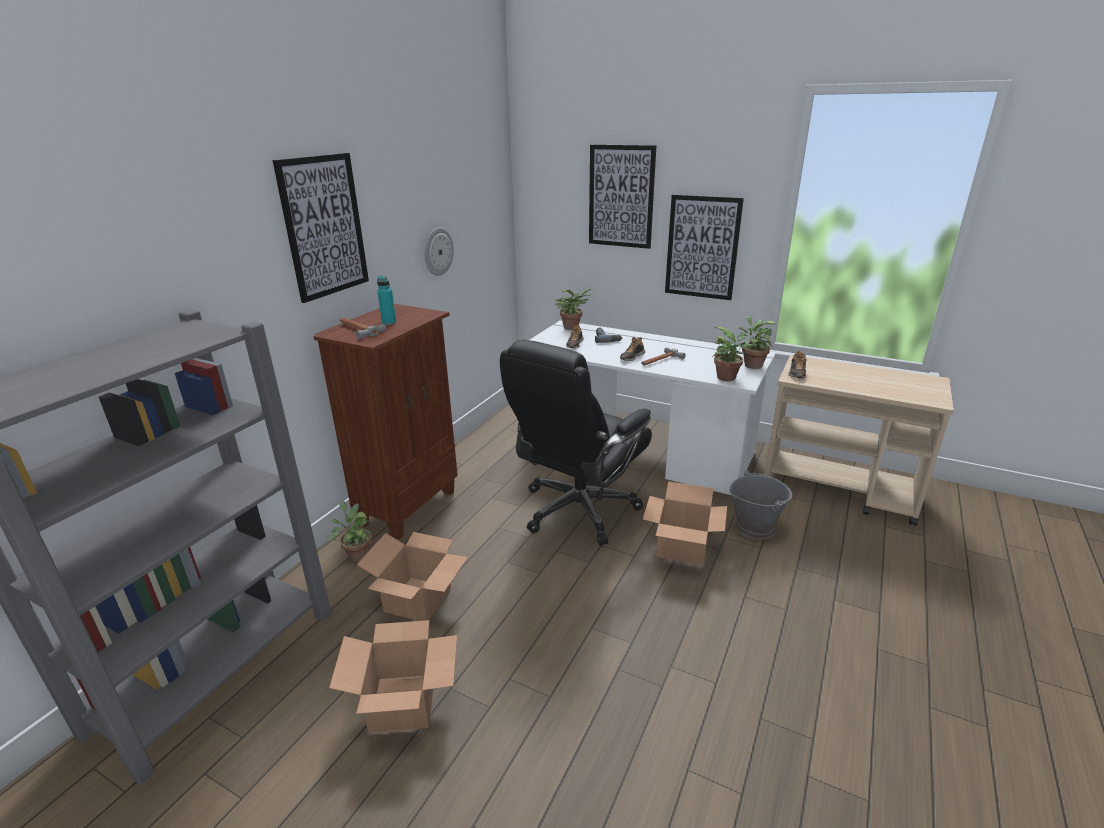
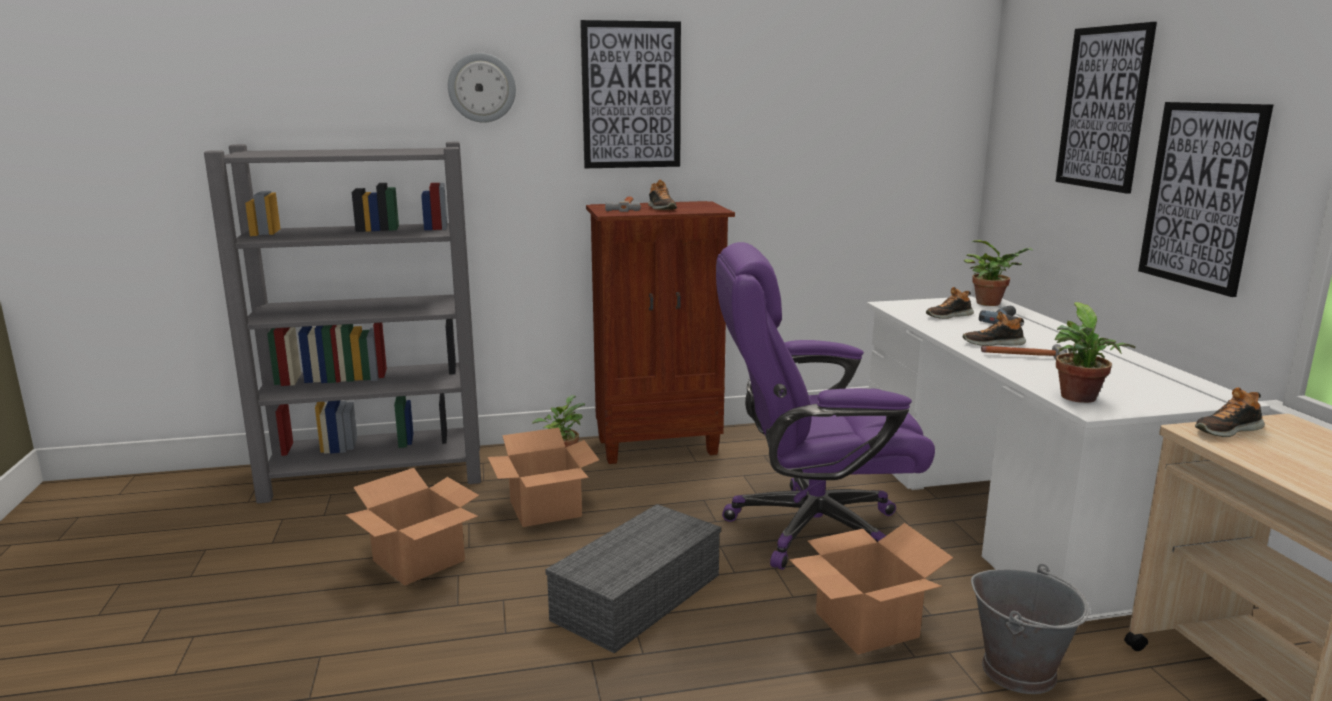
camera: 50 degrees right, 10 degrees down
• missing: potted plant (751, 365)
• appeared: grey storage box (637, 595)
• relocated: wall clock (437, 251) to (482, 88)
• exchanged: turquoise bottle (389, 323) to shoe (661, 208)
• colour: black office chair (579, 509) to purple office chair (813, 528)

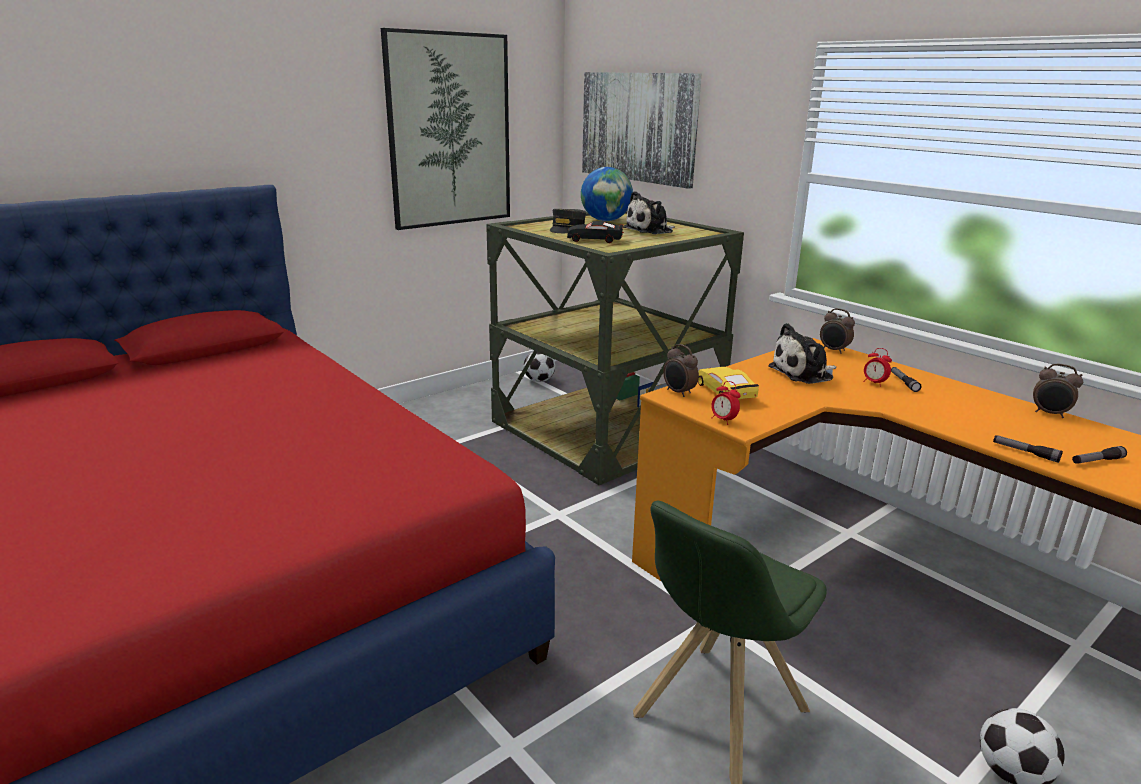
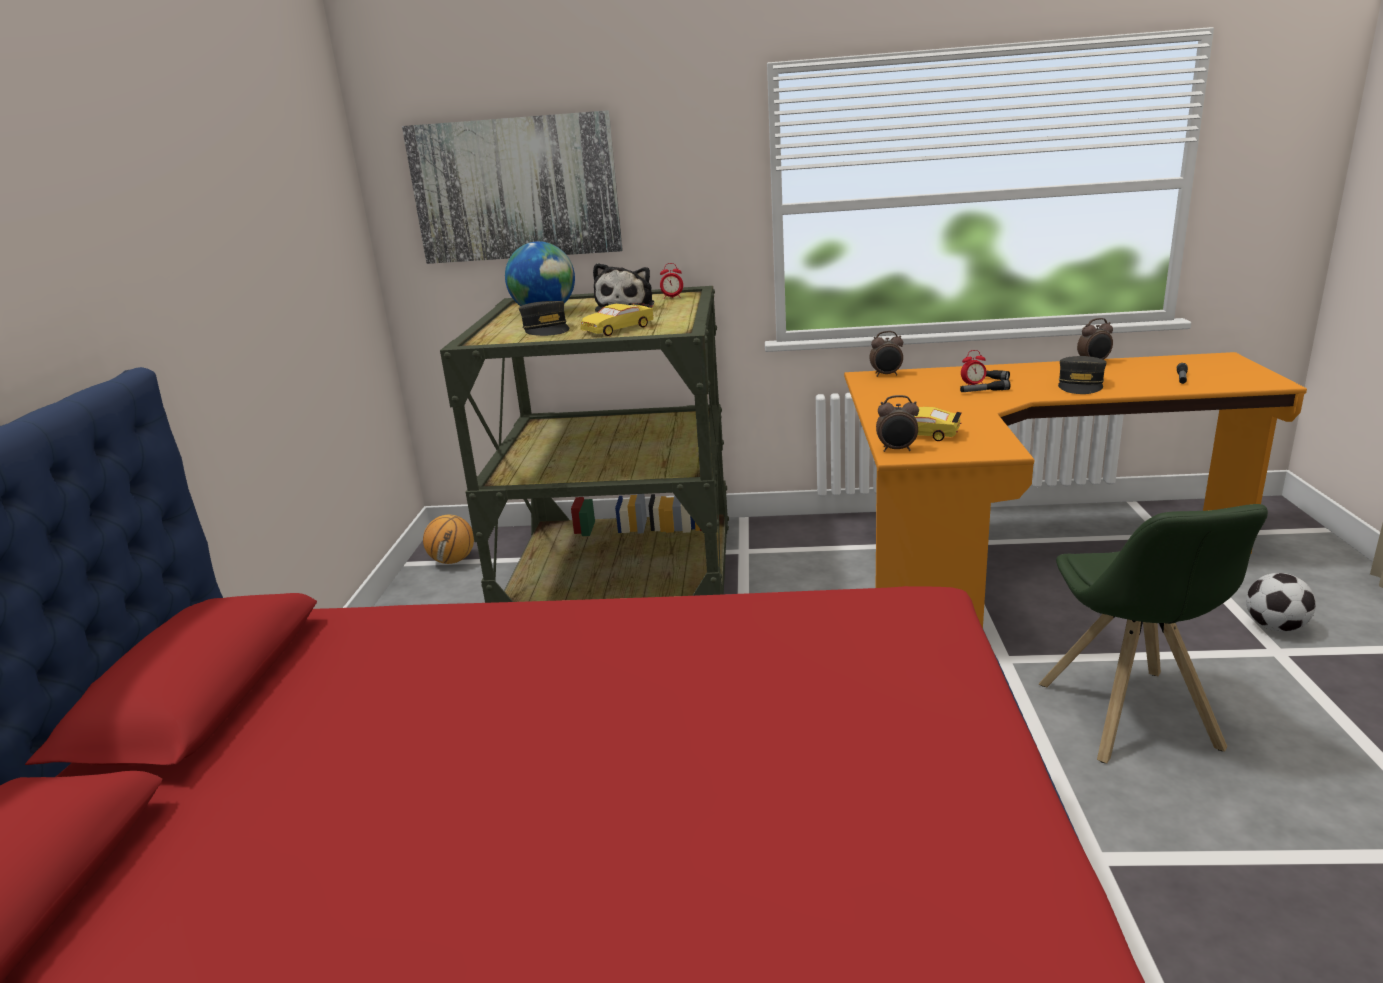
camera: 45 degrees left, 0 degrees up
• missing: picture (450, 131)
• missing: plush toy (804, 373)
• appeared: grey cap (1080, 385)
• relocated: alarm clock (723, 420) to (672, 297)
• relocated: flashlight (1025, 452) to (984, 391)
• exchanged: football (539, 380) to basketball (453, 561)
• colour: black toy car (595, 240) to yellow toy car (618, 329)

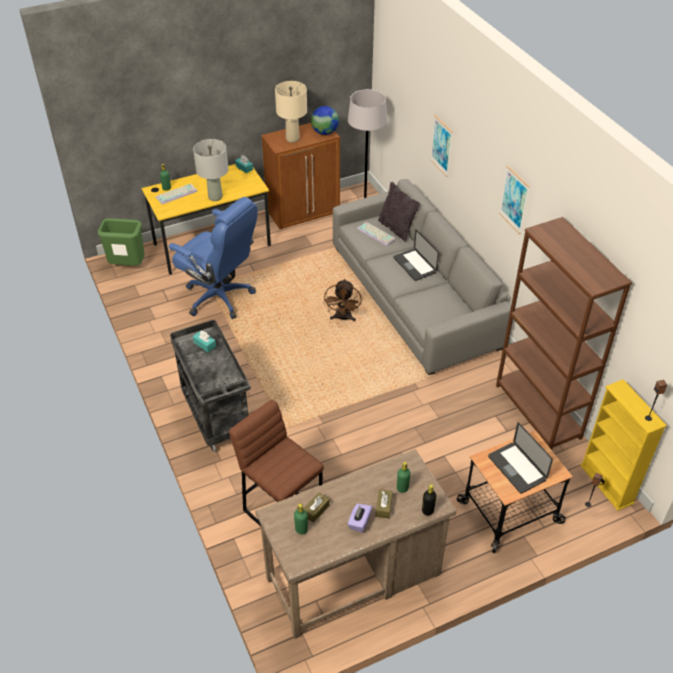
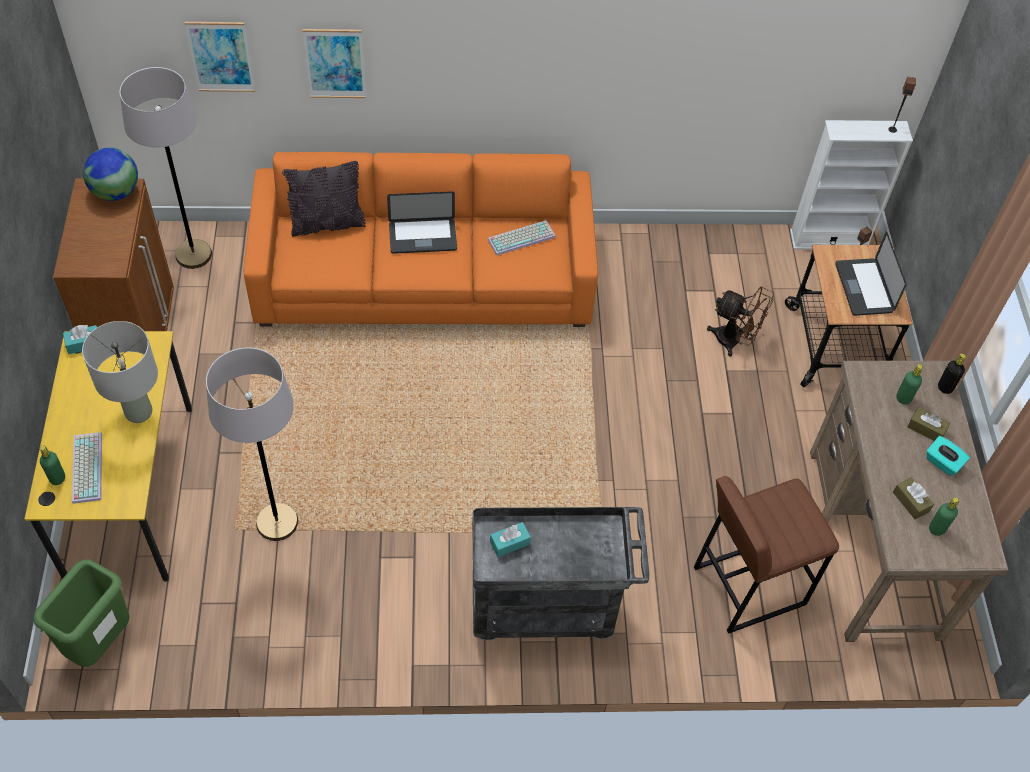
camera: 70 degrees left, 10 degrees up
• missing: beige table lamp (292, 139)
• missing: brown bookcase (538, 411)
• relocated: brown fan (343, 318) to (734, 341)
• relocated: keyboard (377, 234) to (521, 237)
• relocated: picture (514, 200) to (221, 56)
• exchanged: blue office chair (220, 298) to grey floor lamp (277, 522)
• colour: grey sofa (414, 296) to orange sofa (424, 277)
• colour: purple tissue box (359, 522) to turquoise tissue box (942, 463)
• colour: yellow bookcase (607, 484) to white bookcase (828, 239)
• spun: laptop (517, 468) = (863, 288) 90 degrees clockwise

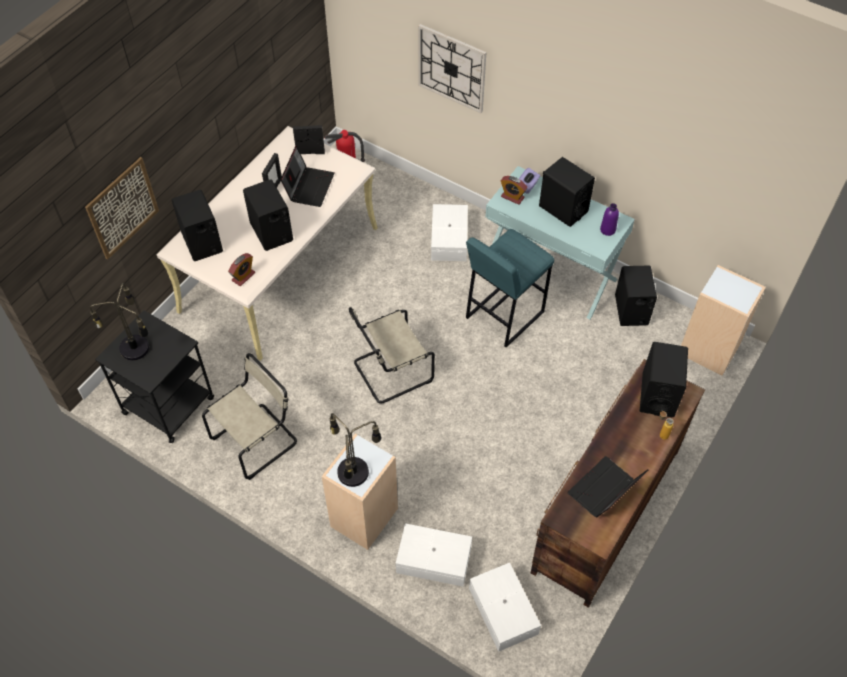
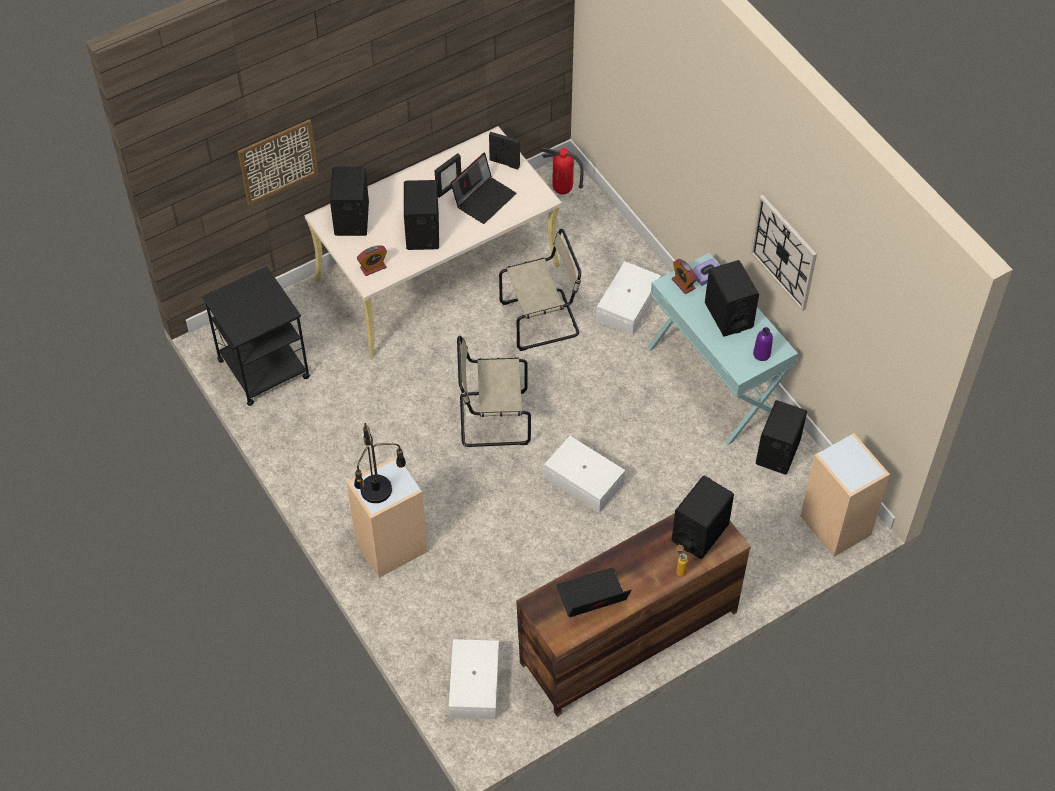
camera: 25 degrees right, 0 degrees up
• missing: table lamp (135, 347)
• missing: turquoise stool (503, 316)
• relocated: beige chair (257, 439) to (543, 319)
• relocated: white storage box (434, 561) to (584, 481)
• relocated: wall clock (451, 68) to (784, 252)

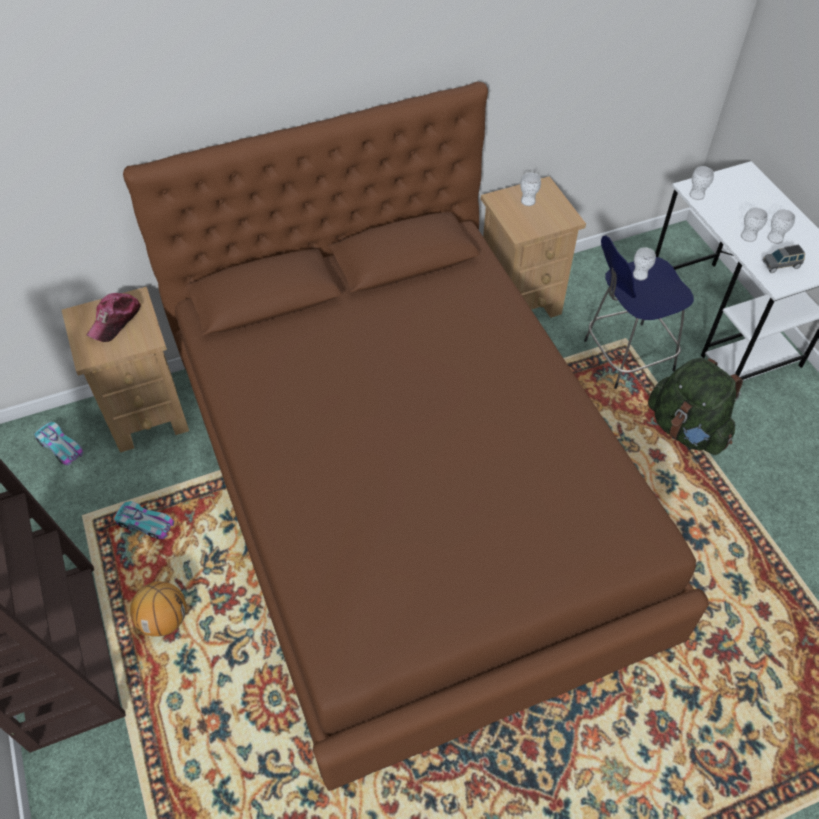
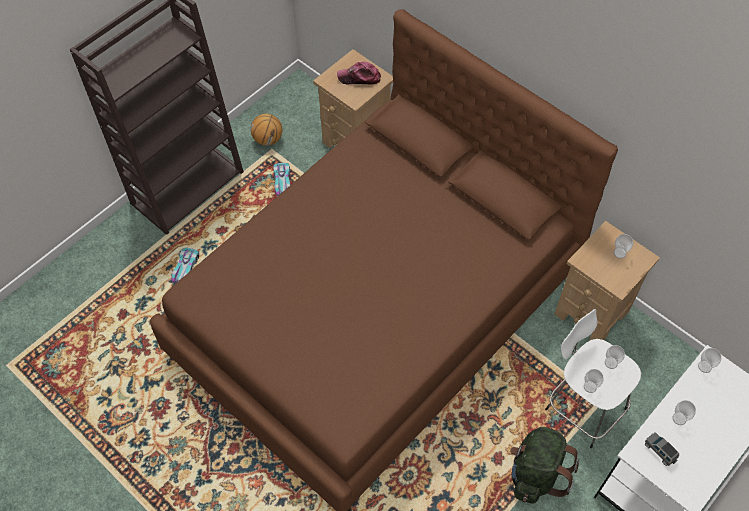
camera: 65 degrees right, 5 degrees up
• relocated: toy car (60, 446) to (185, 268)
• relocated: basketball (164, 619) to (268, 139)
• relocated: cup (775, 238) to (590, 386)
• colour: blue stool (625, 356) to white stool (583, 407)

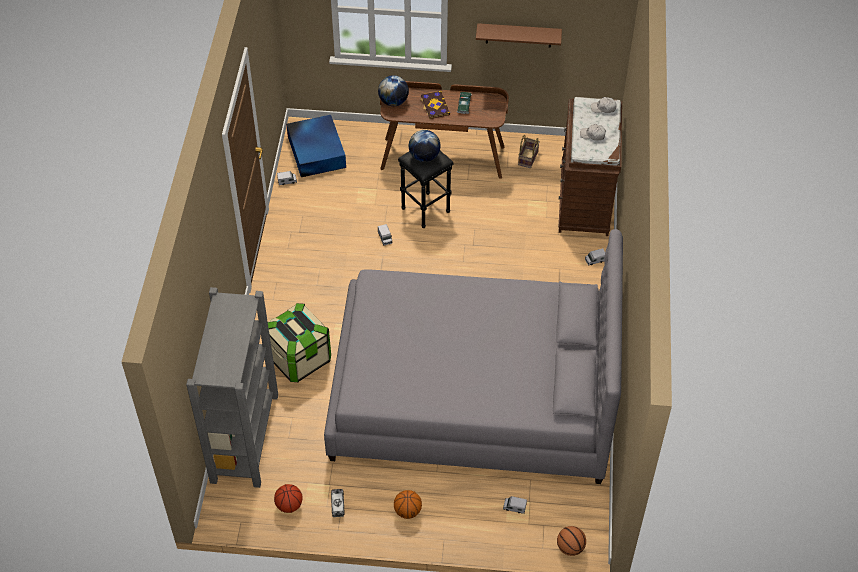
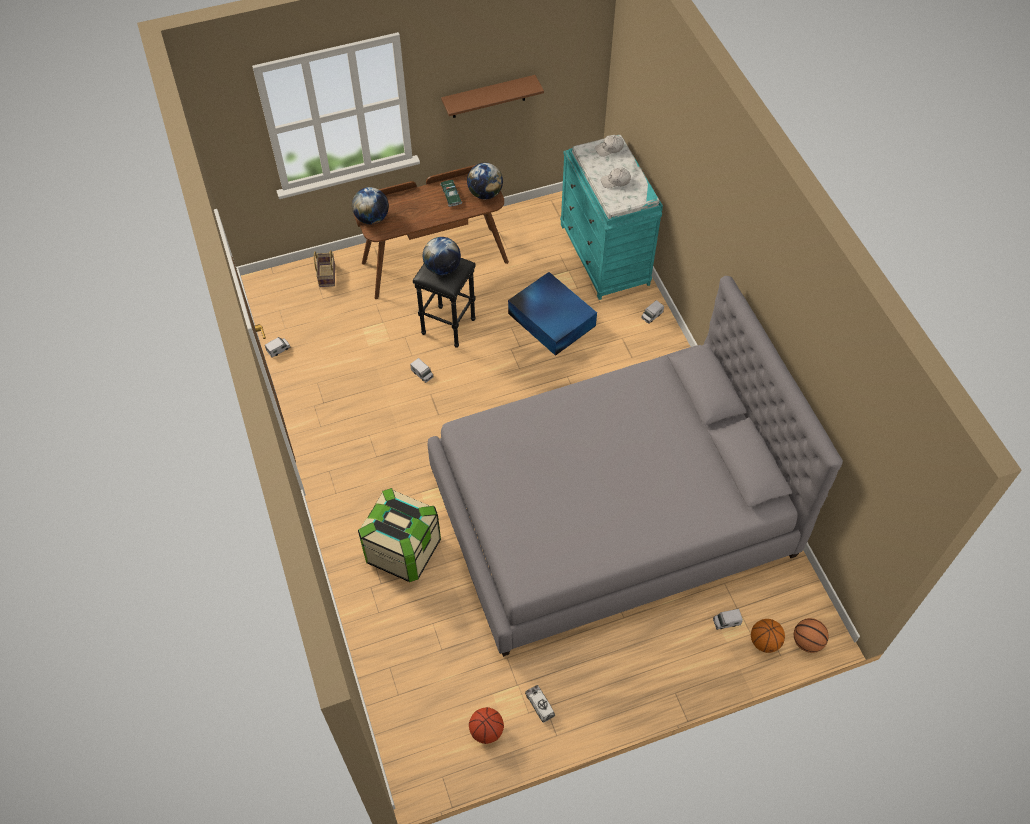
camera: 25 degrees left, 5 degrees up
• missing: grey bookcase (244, 437)
• missing: book (434, 106)
• appeared: globe (485, 193)
• relocated: blue storage box (316, 151) to (551, 318)
• relocated: basketball (407, 511) to (764, 642)
• relocated: basket (527, 157) to (326, 275)
• colour: brown dresser (584, 199) to turquoise dresser (604, 254)

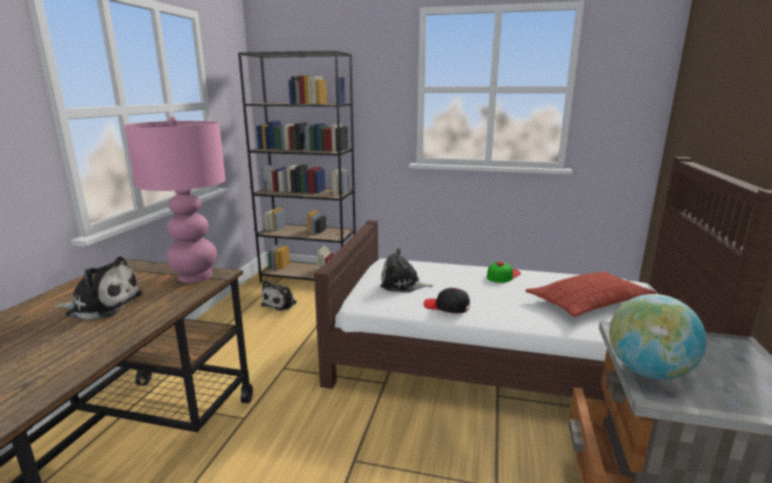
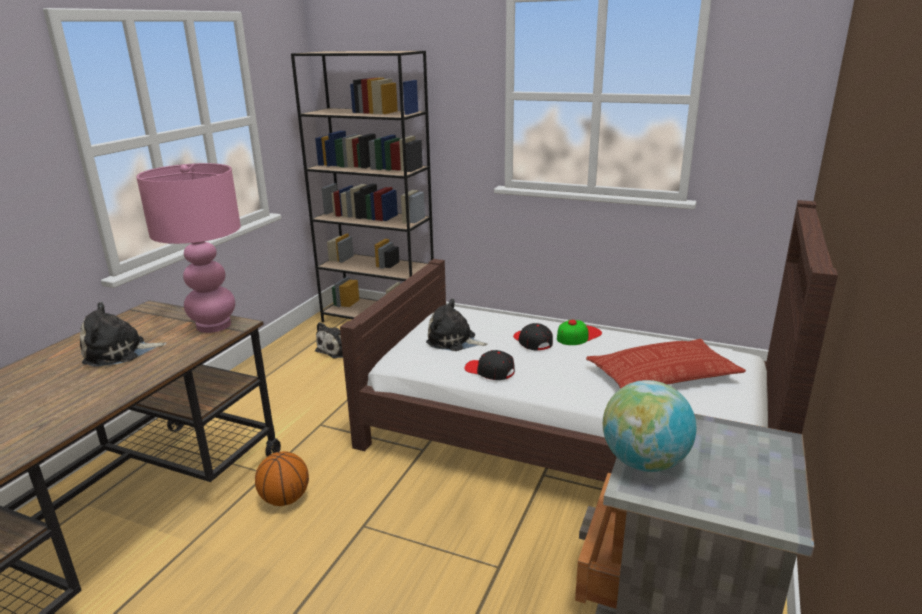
camera: 10 degrees right, 5 degrees up
• appeared: basketball (285, 499)
• appeared: black cap (532, 342)
• spun: plush toy (102, 305) = (119, 352) 150 degrees clockwise

